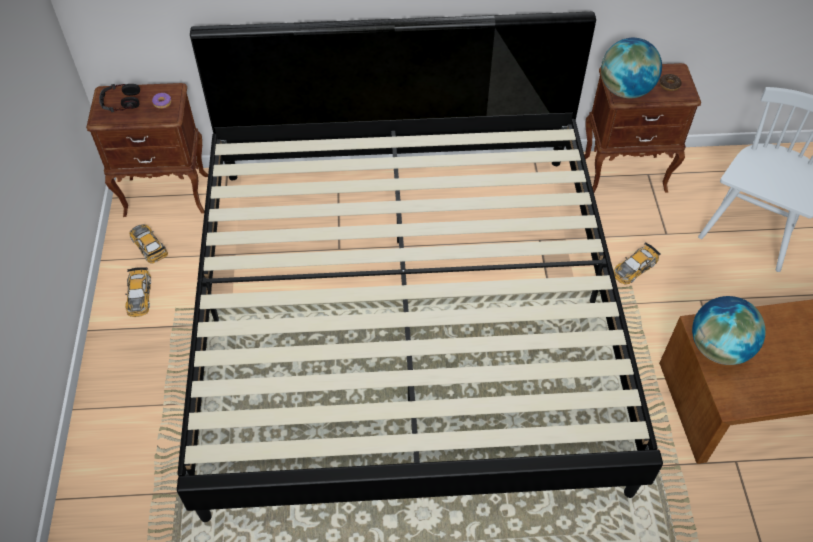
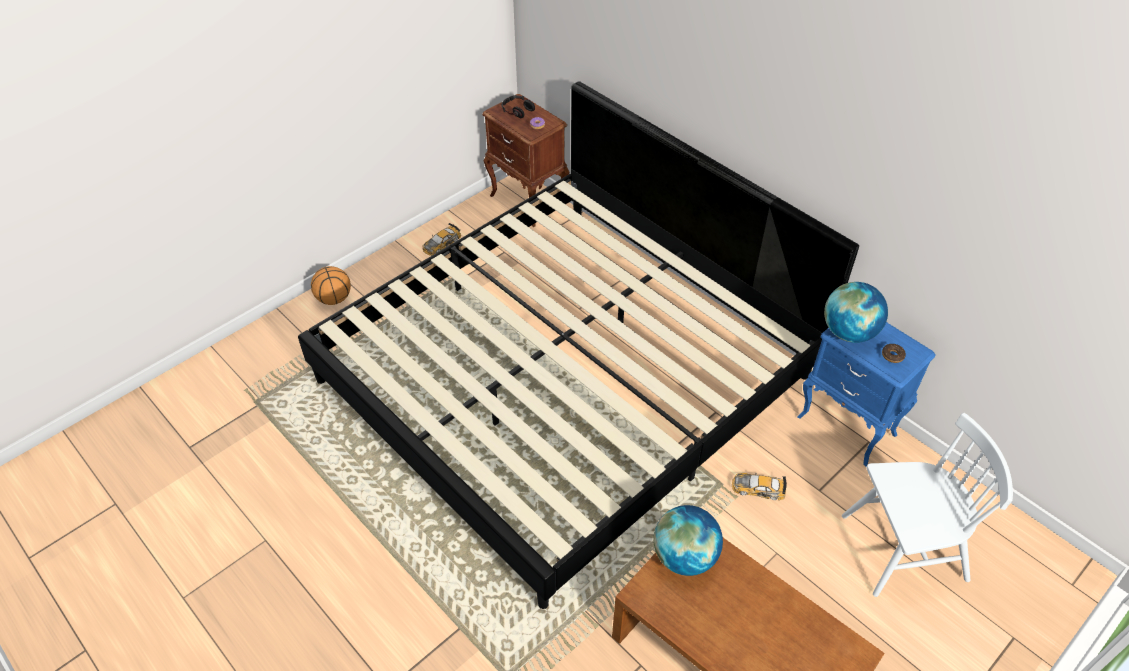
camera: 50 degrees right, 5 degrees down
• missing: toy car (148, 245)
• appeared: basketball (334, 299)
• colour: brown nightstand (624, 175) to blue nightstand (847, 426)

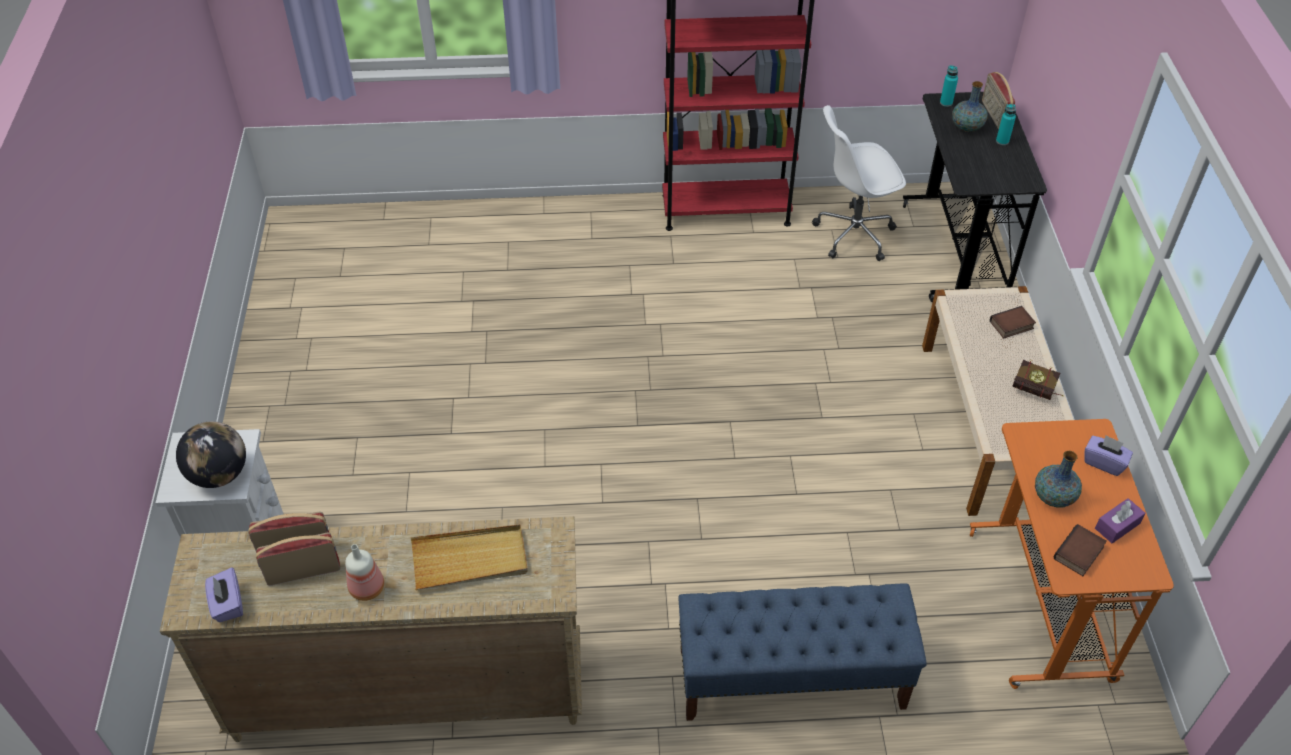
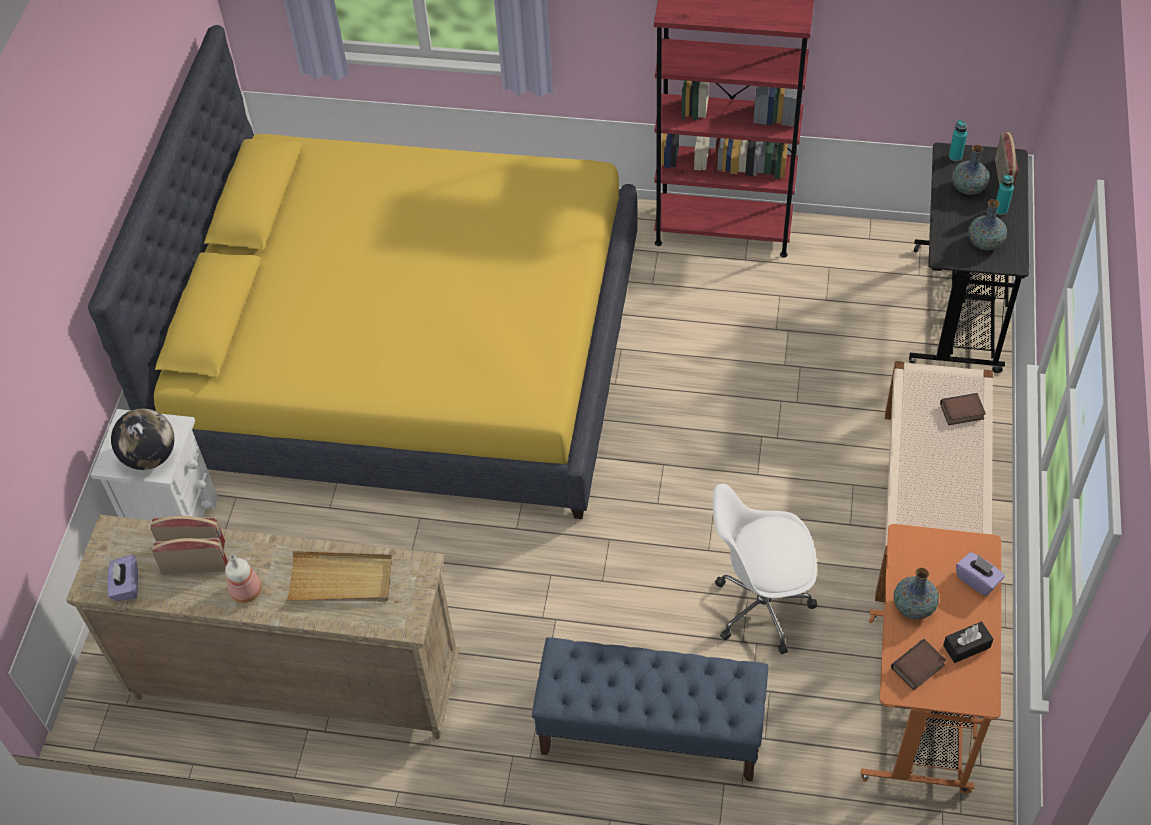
camera: 15 degrees right, 5 degrees up
• missing: book (1037, 392)
• appeared: yellow bed (406, 351)
• appeared: vase (984, 243)
• relocated: white office chair (852, 235) to (759, 608)
• colour: purple tissue box (1117, 526) to black tissue box (966, 646)

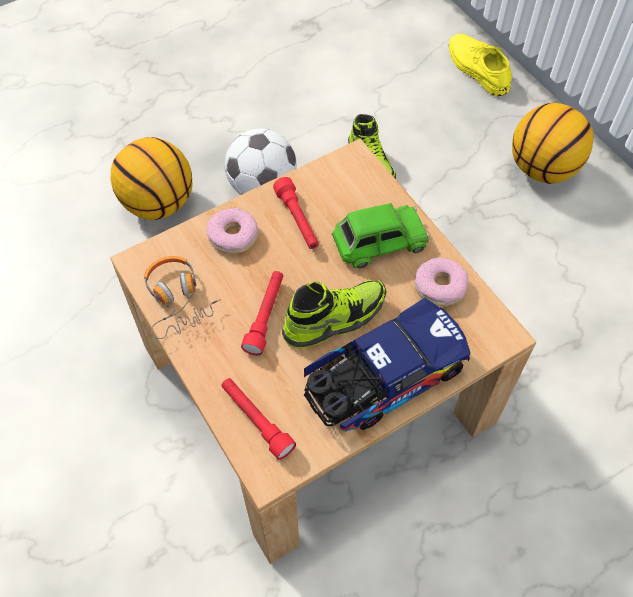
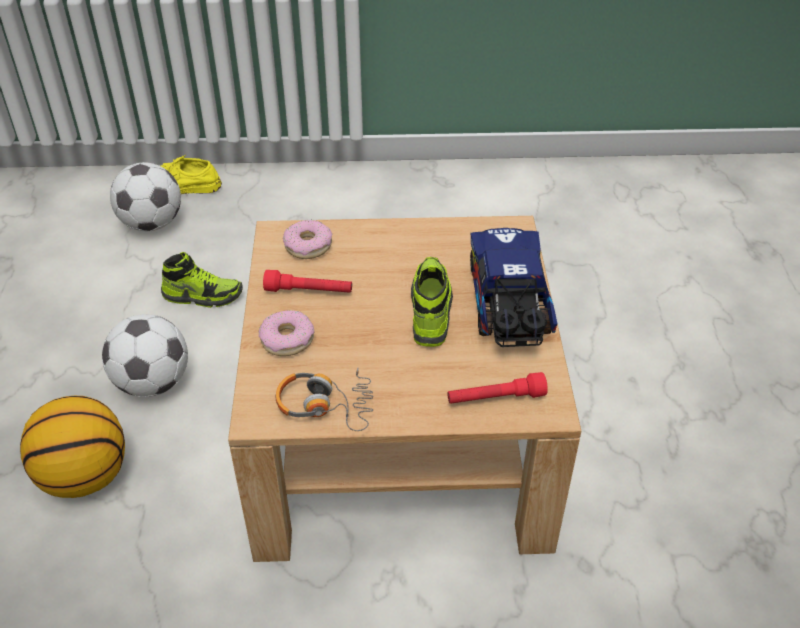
camera: 60 degrees left, 15 degrees down
• missing: red flashlight (265, 316)
• missing: green toy car (379, 241)
• missing: basketball (543, 168)
• appeared: football (152, 224)
• relocated: donut (440, 286) to (308, 246)

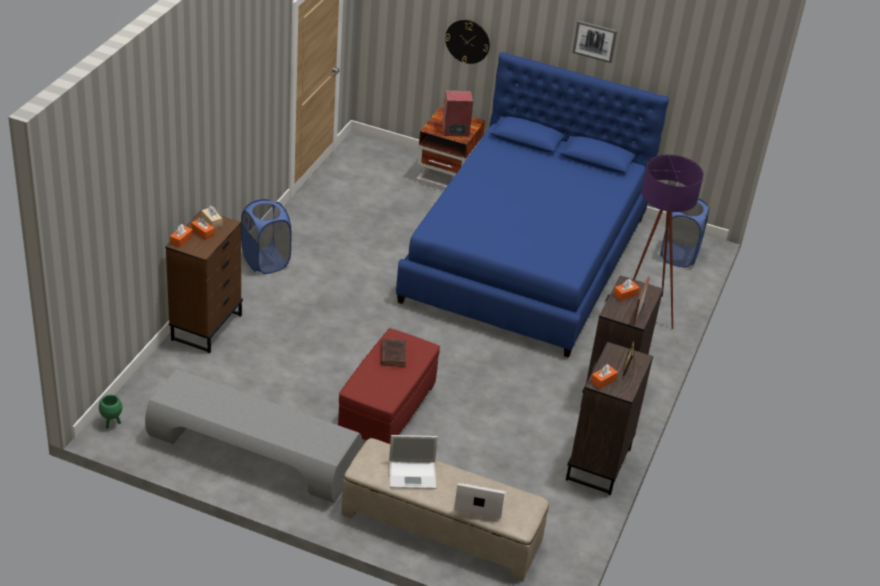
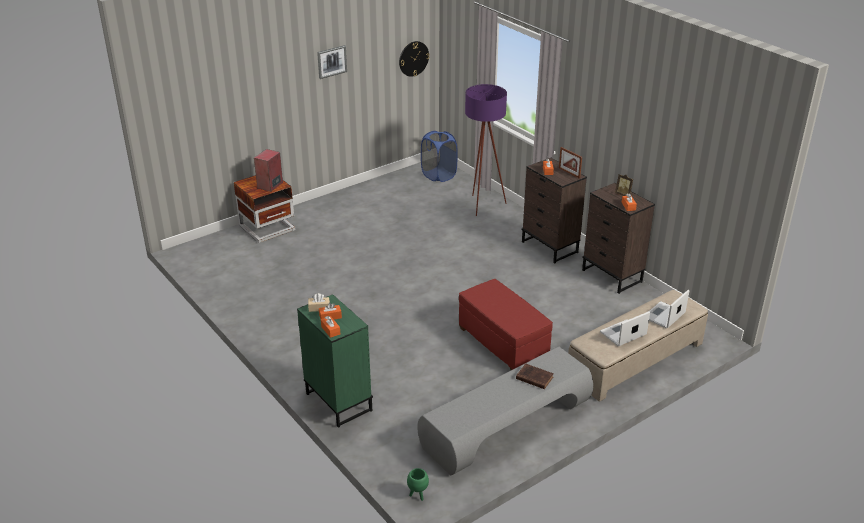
camera: 55 degrees left, 5 degrees down
• missing: blue laundry basket (266, 261)
• missing: blue bed (526, 258)
• relocated: brown book (393, 354) to (533, 378)
• relocated: wall clock (467, 41) to (413, 58)
• colour: brown dresser (207, 327) to green dresser (338, 402)
• spun: laptop (413, 475) = (622, 334) 150 degrees counterclockwise

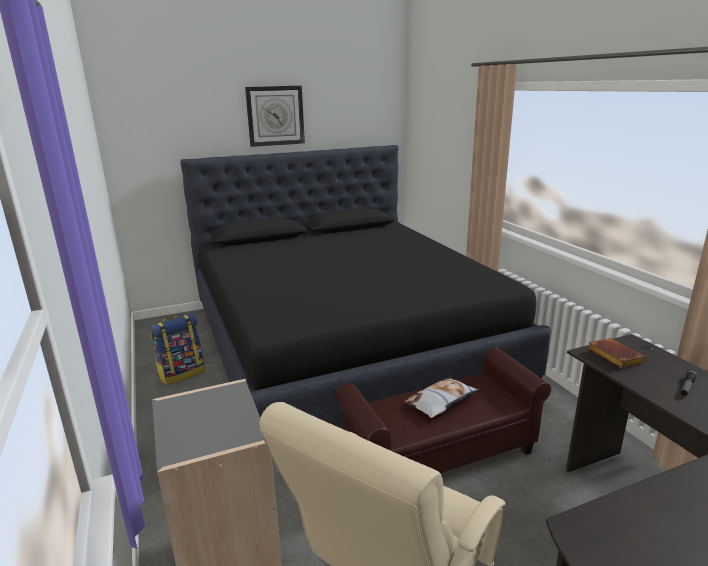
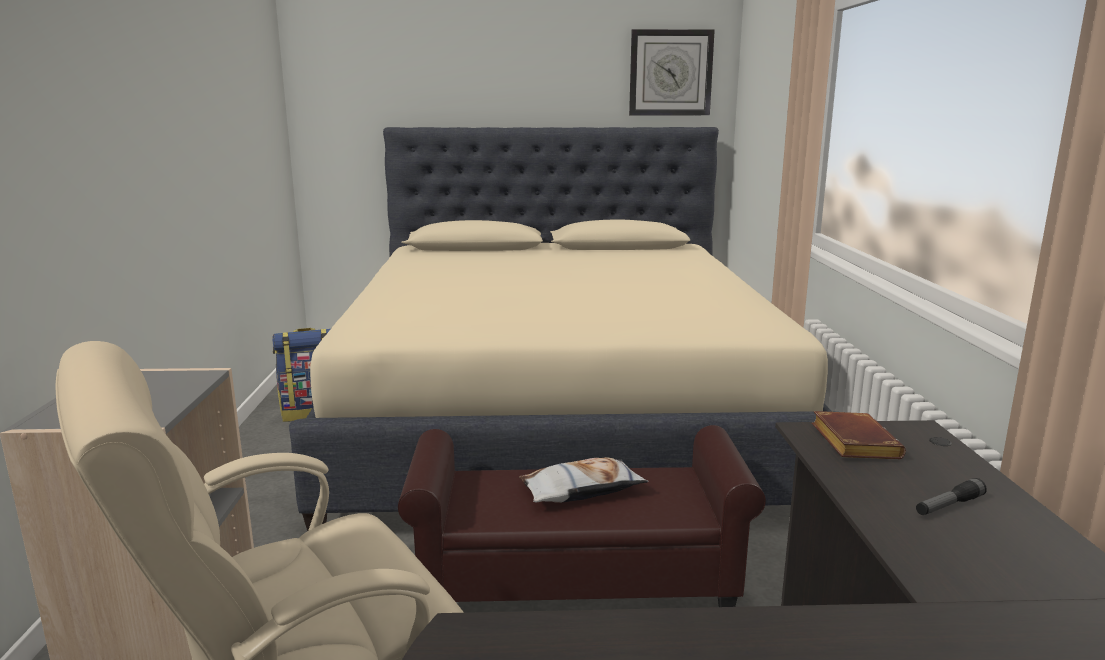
camera: 20 degrees right, 5 degrees down
• relocated: wall clock (275, 116) to (670, 73)
• colour: black bed (345, 342) to beige bed (558, 412)

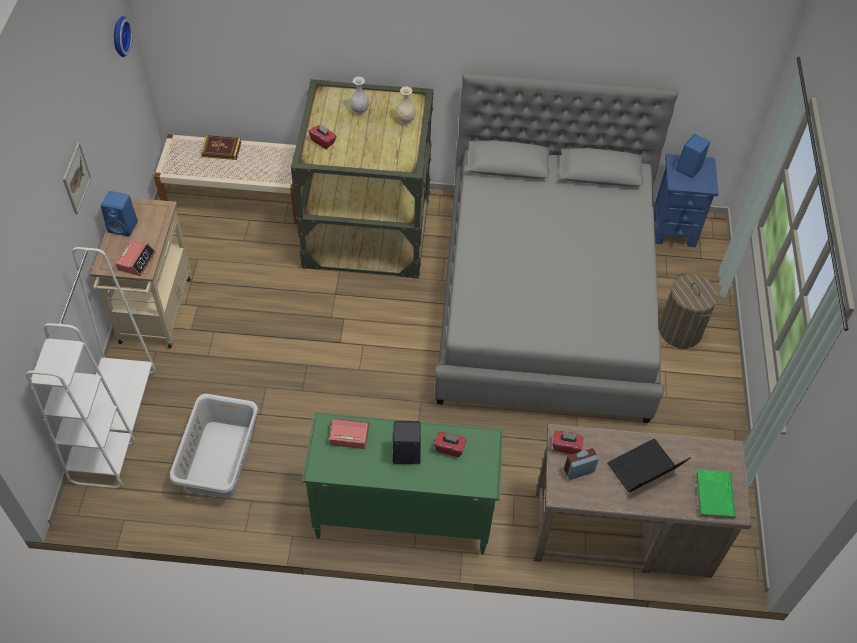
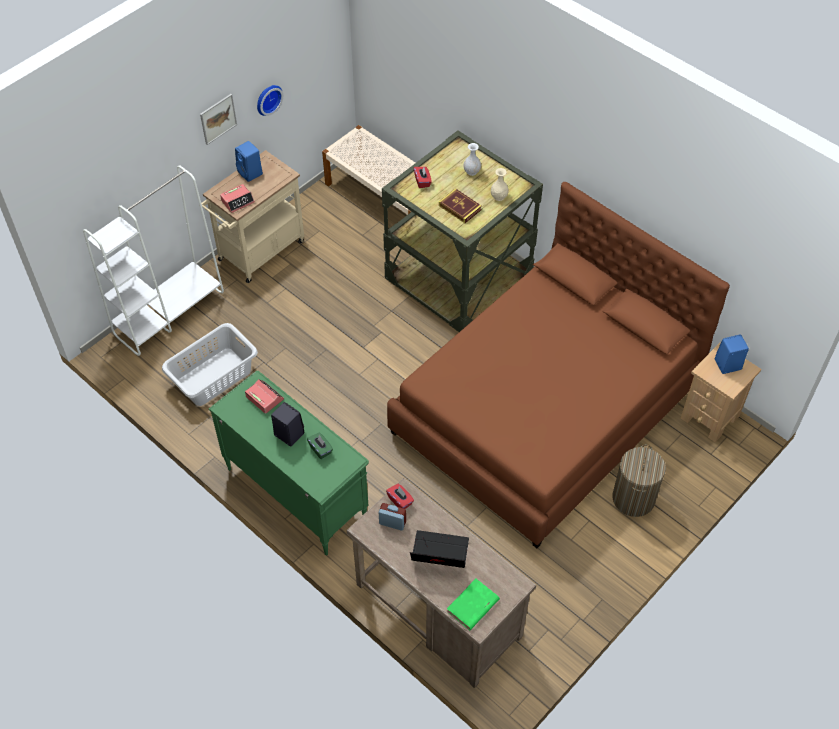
camera: 40 degrees right, 0 degrees up
• relocated: wall clock (119, 36) to (267, 99)
• relocated: book (221, 149) to (460, 207)
• colour: red tissue box (449, 448) to green tissue box (320, 449)
• colour: grey bed (546, 300) to brown bed (545, 409)
• colour: blue nightstand (674, 230) to beige nightstand (709, 418)

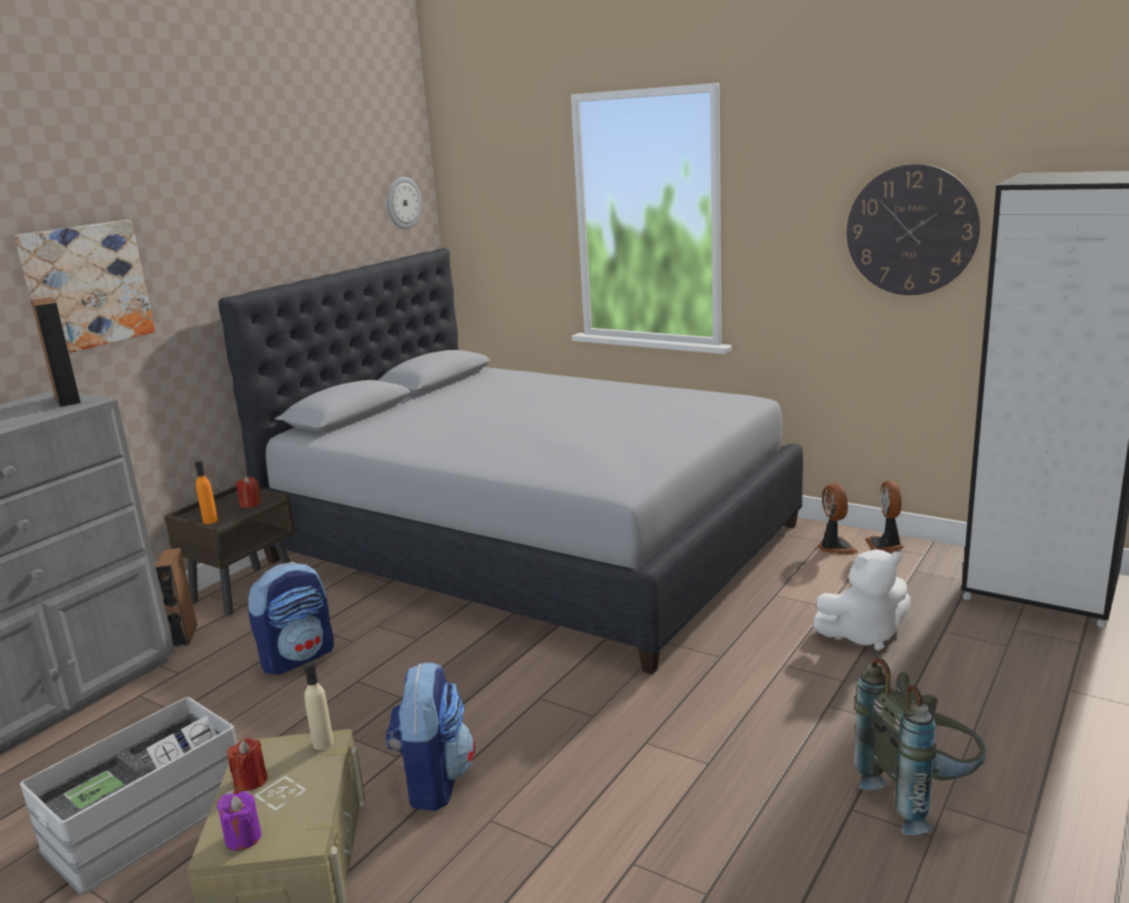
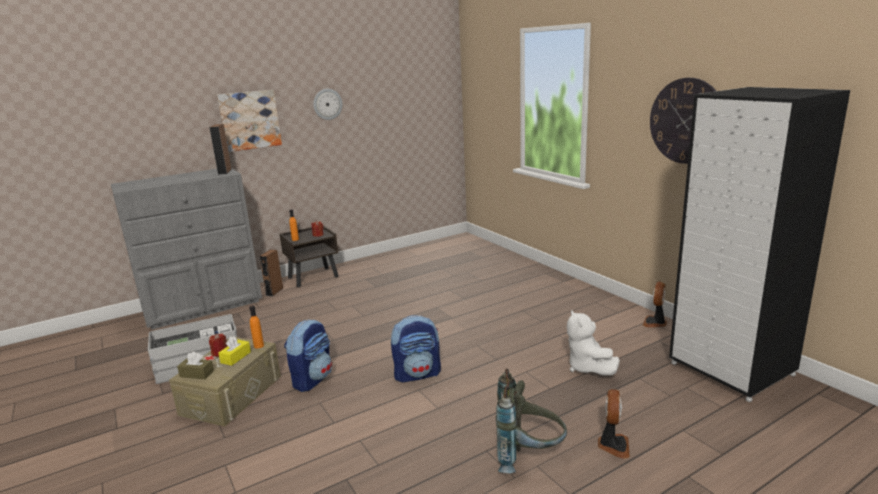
camera: 25 degrees right, 0 degrees up
• missing: grey bed (532, 543)
• appeared: yellow tissue box (236, 357)
• relocated: backpack (298, 657) to (417, 374)
• relocated: wall clock (403, 203) to (327, 104)
• relocated: fan (835, 547) to (613, 445)
• exchanged: purple candle (243, 838) to brown tissue box (197, 374)
• colour: beige bottle (323, 743) to orange bottle (259, 346)
• spun: white plush toy (863, 635) = (587, 368) 60 degrees clockwise

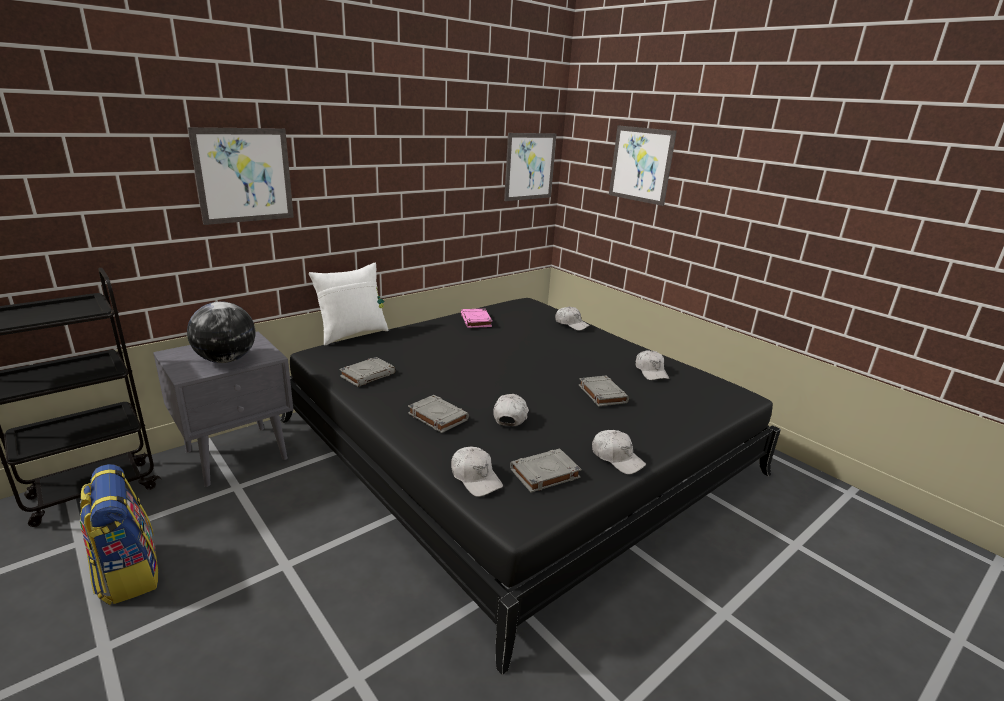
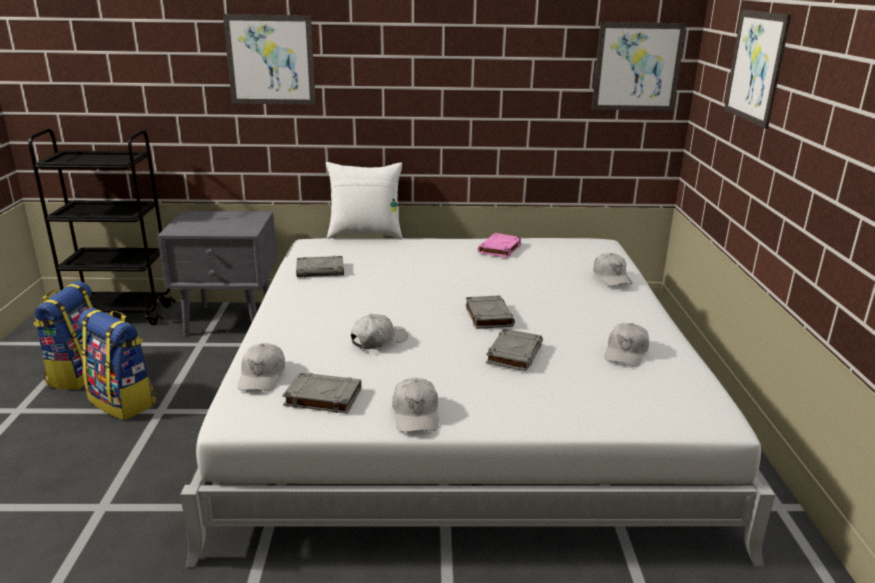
camera: 40 degrees right, 0 degrees up
• missing: globe (226, 360)
• appeared: backpack (124, 402)
• relocated: grey book (437, 417) to (488, 316)
• colour: black bed (517, 447) to white bed (461, 401)

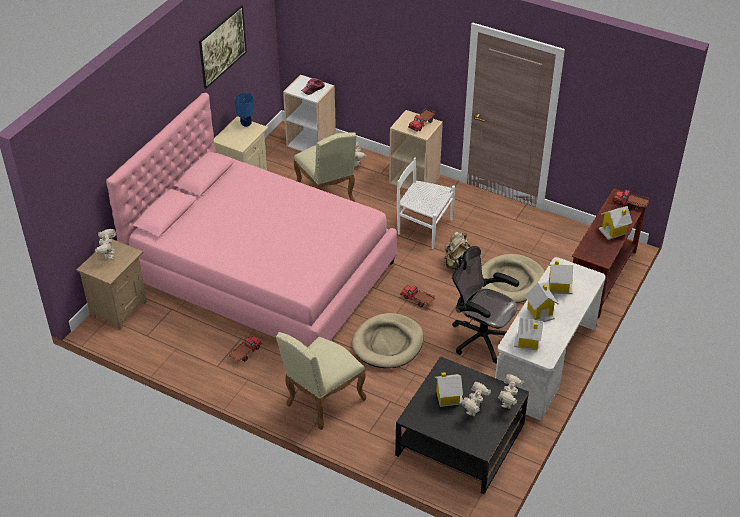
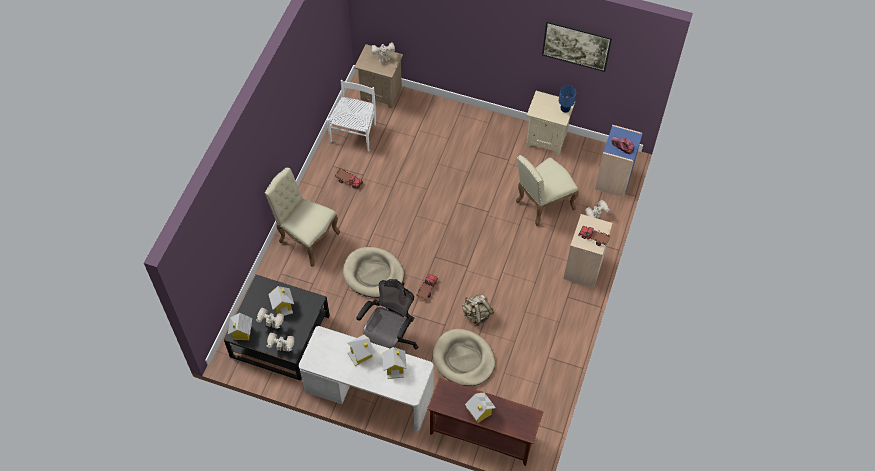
camera: 80 degrees right, 15 degrees up
• missing: pink bed (261, 271)
• missing: toy truck (630, 204)
• relocated: white chair (423, 228) to (355, 133)
• relocated: toy house (528, 342) to (241, 332)
• colour: white bookcase (312, 143) to blue bookcase (614, 180)

